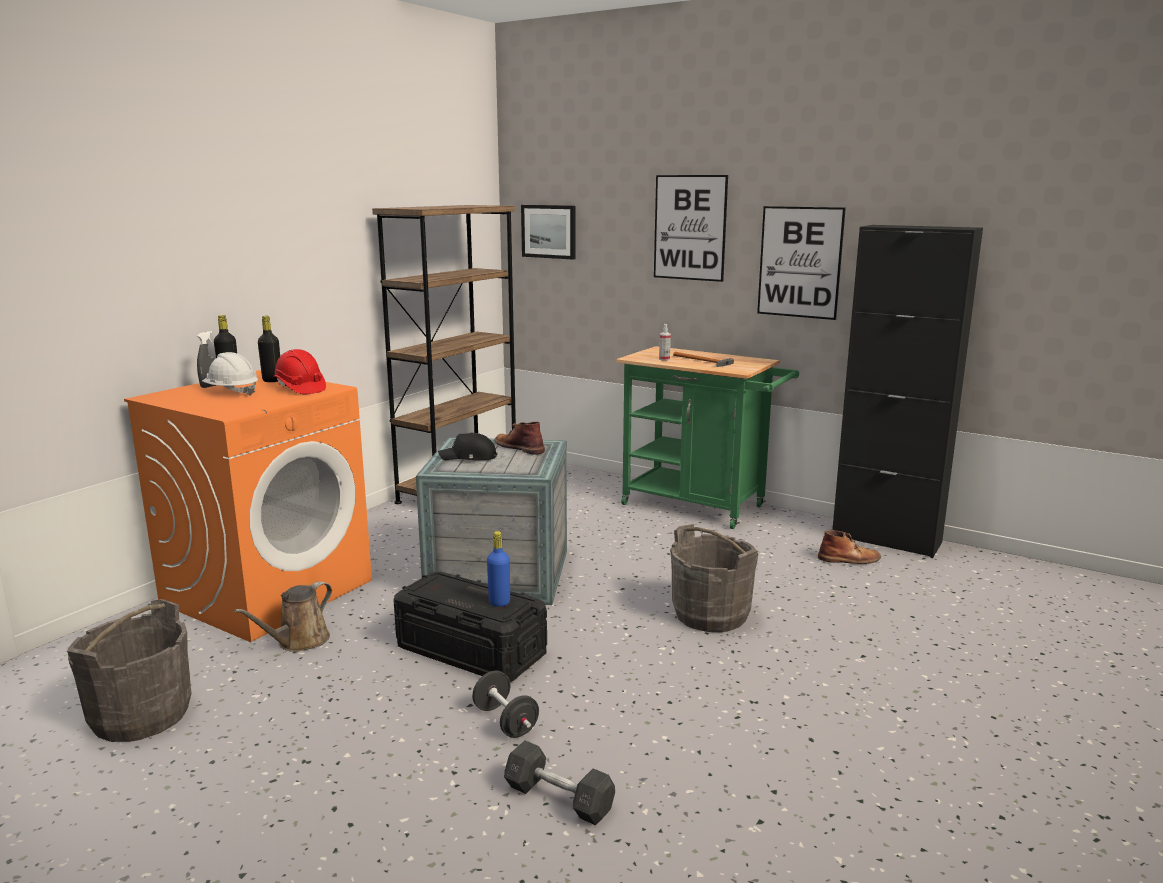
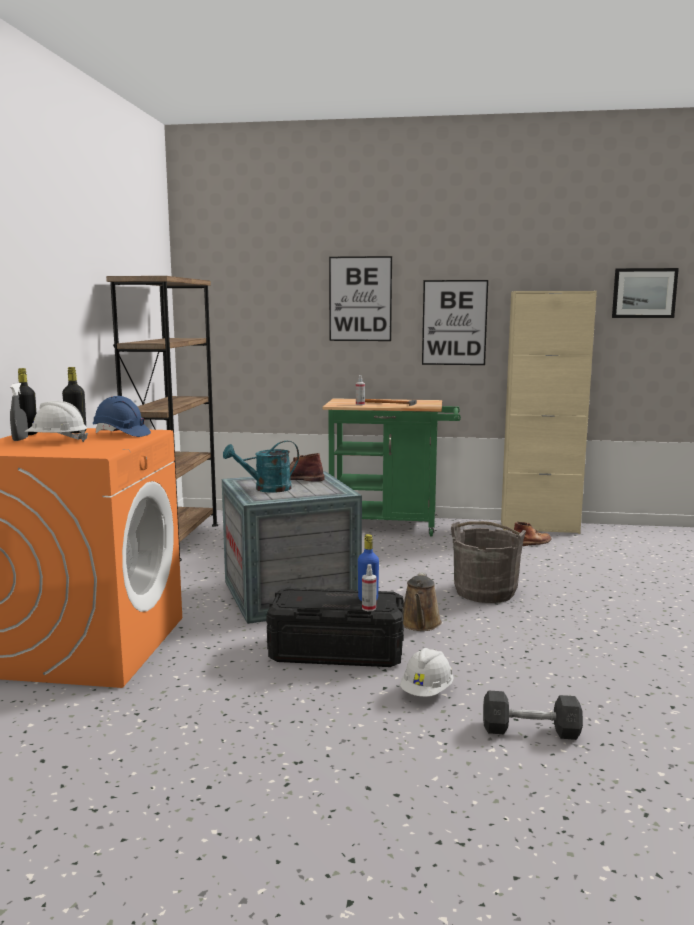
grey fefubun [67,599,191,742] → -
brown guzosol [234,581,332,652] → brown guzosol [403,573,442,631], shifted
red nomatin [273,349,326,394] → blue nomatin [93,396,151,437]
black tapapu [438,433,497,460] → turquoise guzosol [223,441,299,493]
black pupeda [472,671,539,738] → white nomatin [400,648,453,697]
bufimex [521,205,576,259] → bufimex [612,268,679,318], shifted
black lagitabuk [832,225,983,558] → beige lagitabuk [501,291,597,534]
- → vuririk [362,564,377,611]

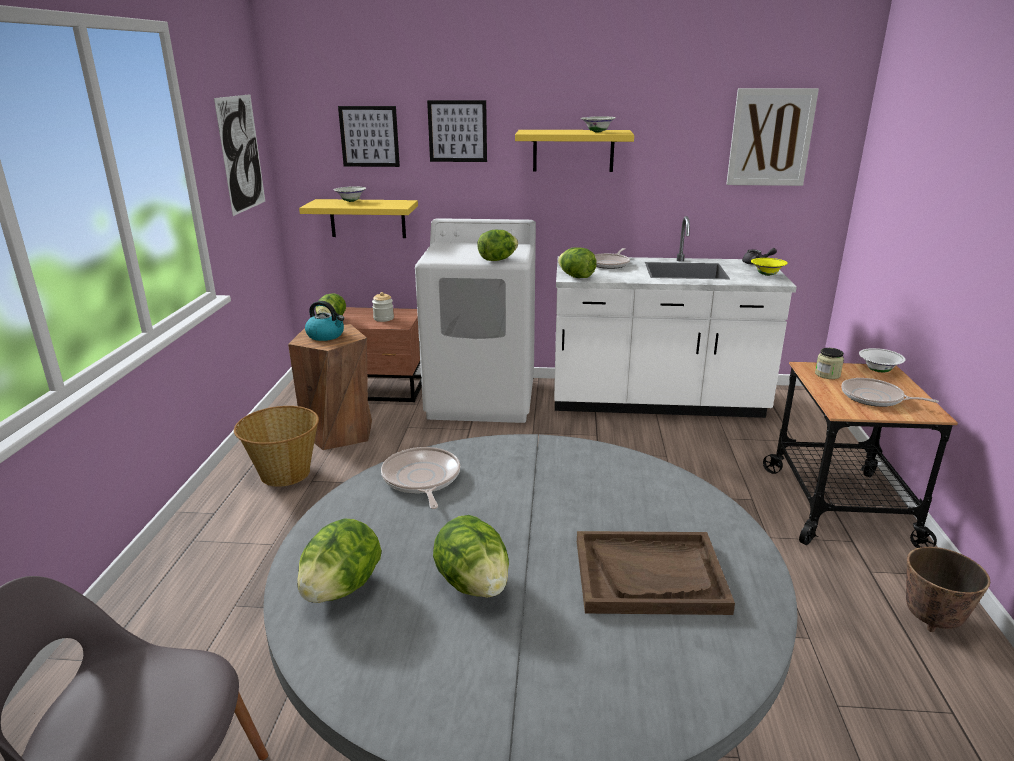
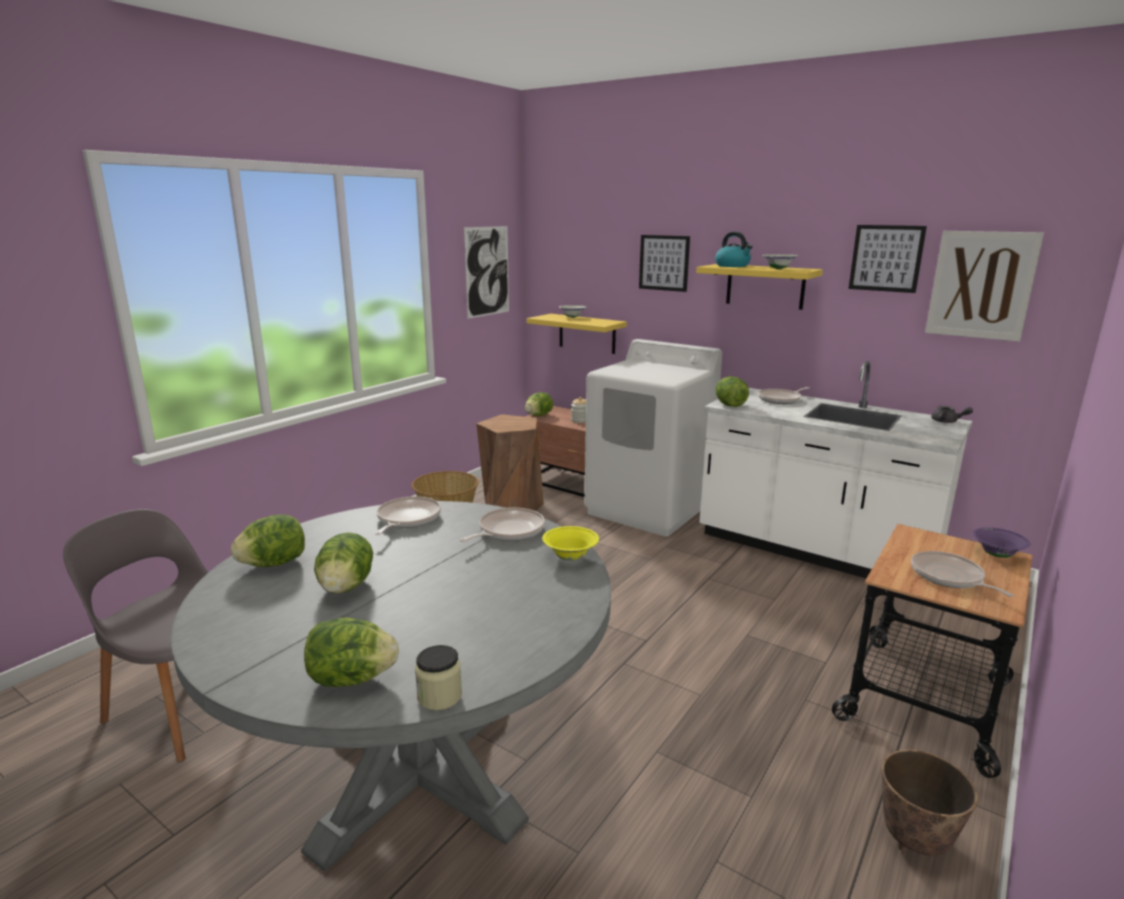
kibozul [305,301,344,341] → kibozul [715,232,753,267], shifted
bufimex [338,106,400,167] → bufimex [848,225,927,293], shifted
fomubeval [477,230,518,261] → fomubeval [304,617,399,687], shifted
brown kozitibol [577,531,735,615] → -
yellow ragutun [751,258,788,276] → yellow ragutun [542,526,599,560], shifted
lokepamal [815,348,844,379] → lokepamal [415,645,462,710], shifted
white ragutun [859,348,906,372] → purple ragutun [973,527,1031,558]
- → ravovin [460,507,545,542]

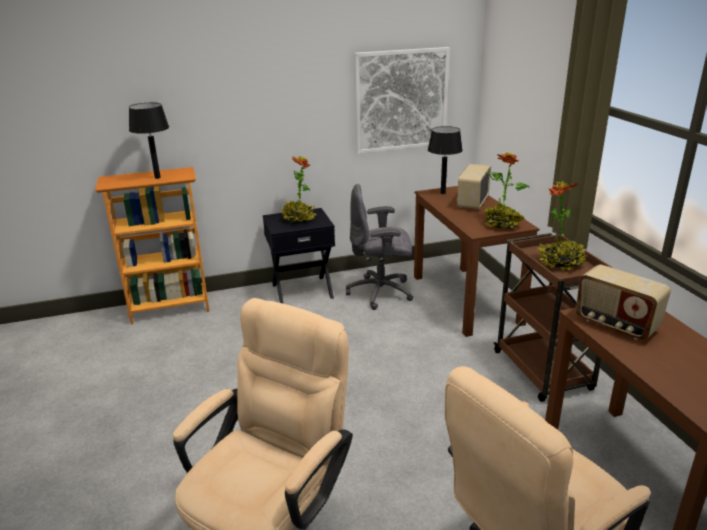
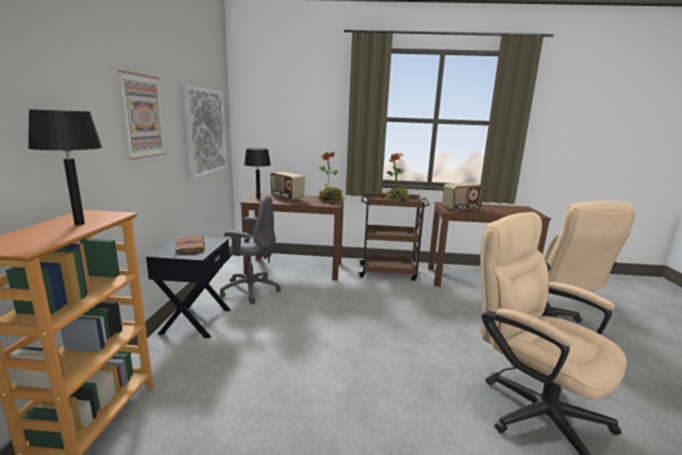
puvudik [281,156,317,223] → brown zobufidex [175,236,205,254]
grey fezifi [346,184,413,310] → grey fezifi [220,195,281,304], 105 degrees counterclockwise
- → bufimex [118,70,166,159]

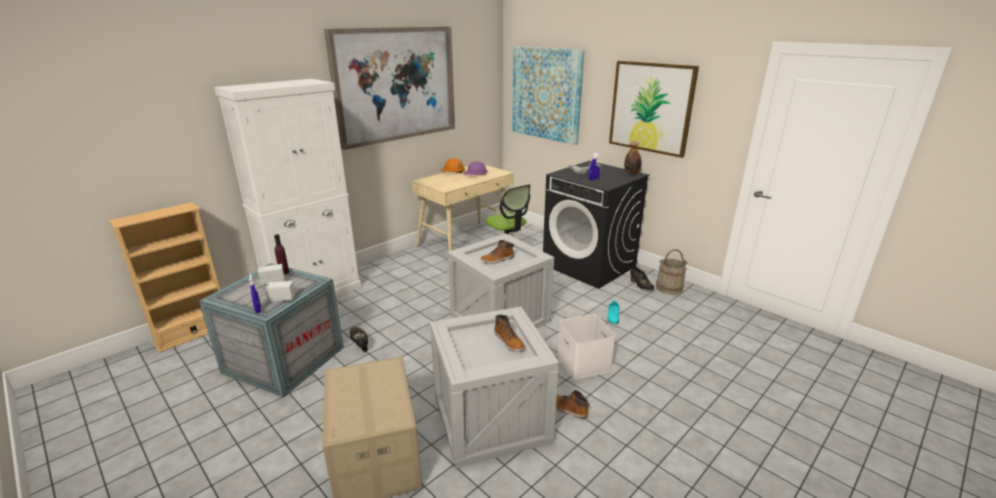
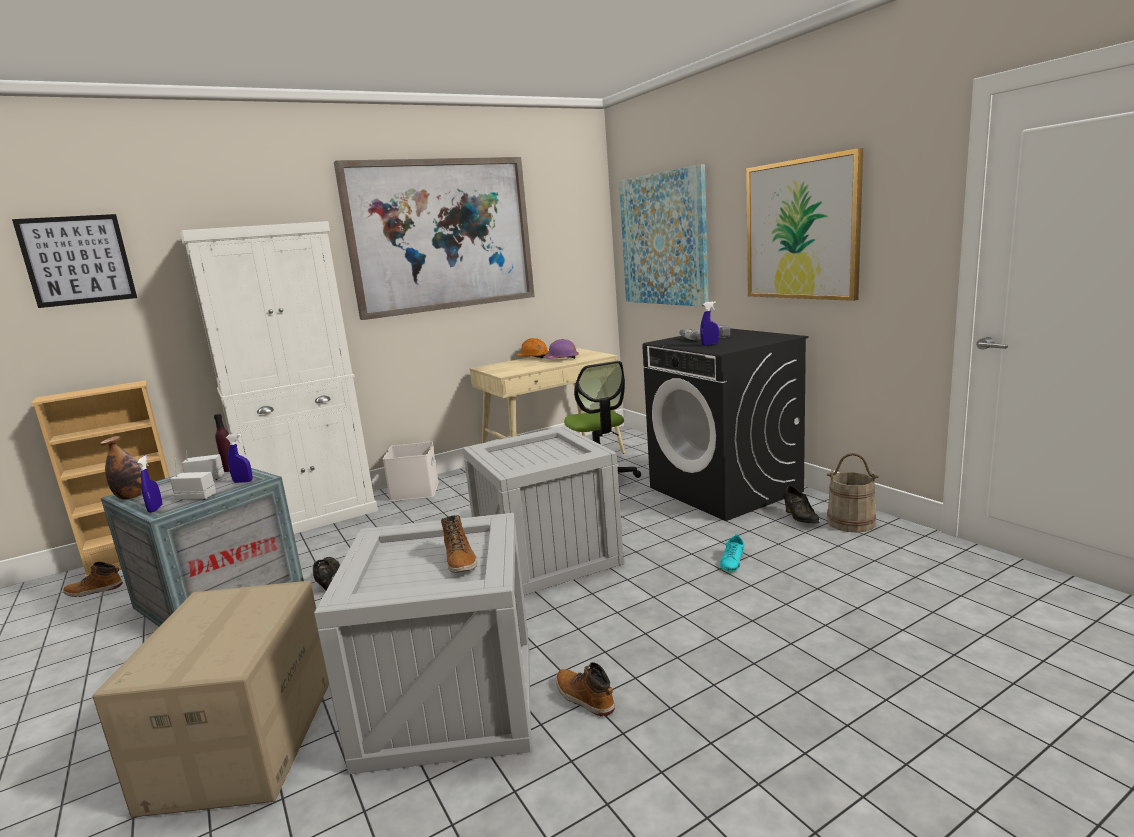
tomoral [481,240,514,264] → tomoral [63,562,123,597], shifted
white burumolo [557,314,616,380] → white burumolo [383,442,439,501], shifted
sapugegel [624,141,641,175] → sapugegel [100,436,142,500], shifted
- → bufimex [12,214,137,308]
- → blue vuririk [226,434,252,483]

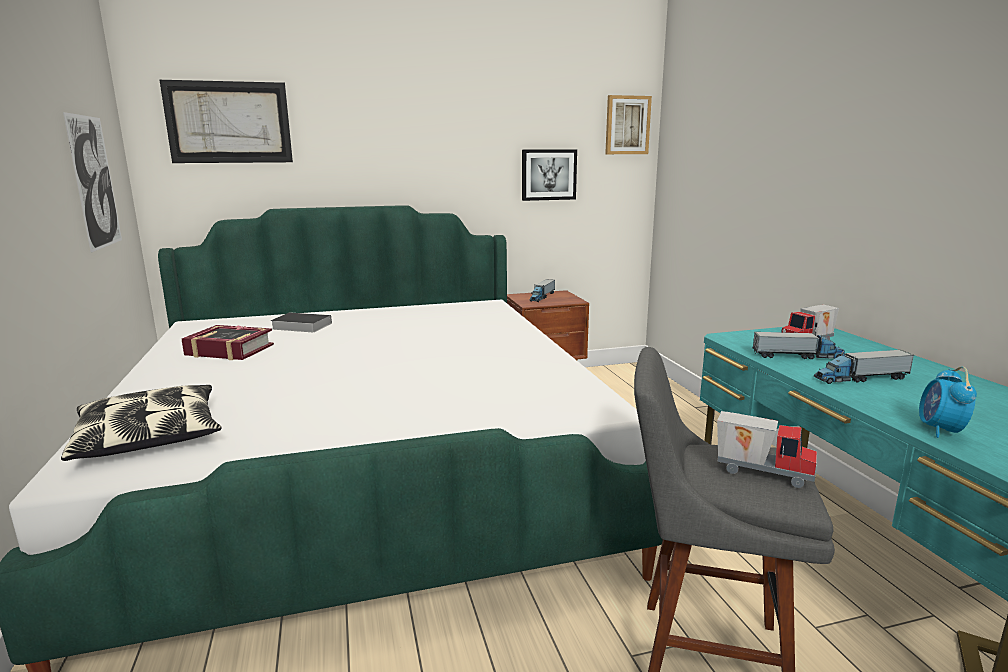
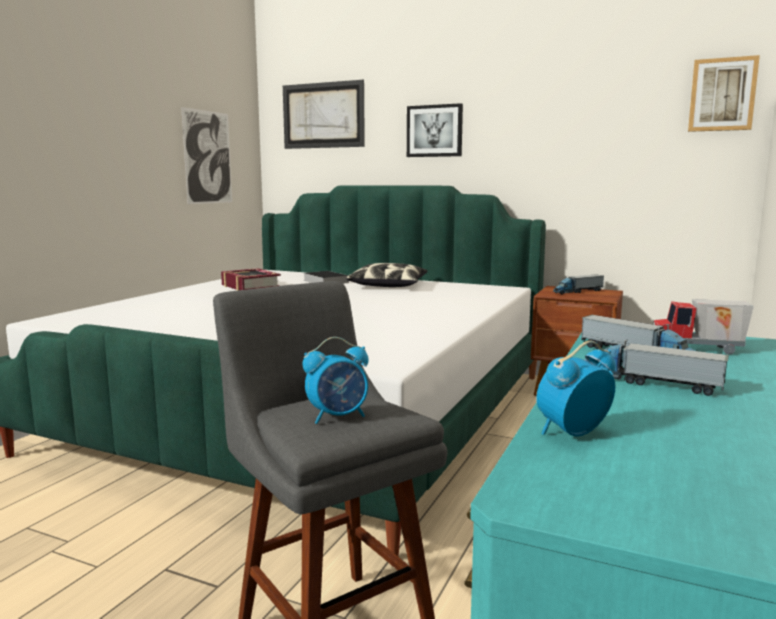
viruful [61,385,222,461] → viruful [346,263,427,287], shifted
bufimex [522,149,577,201] → bufimex [407,103,463,157], shifted
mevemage [717,411,817,488] → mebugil [303,337,369,424]

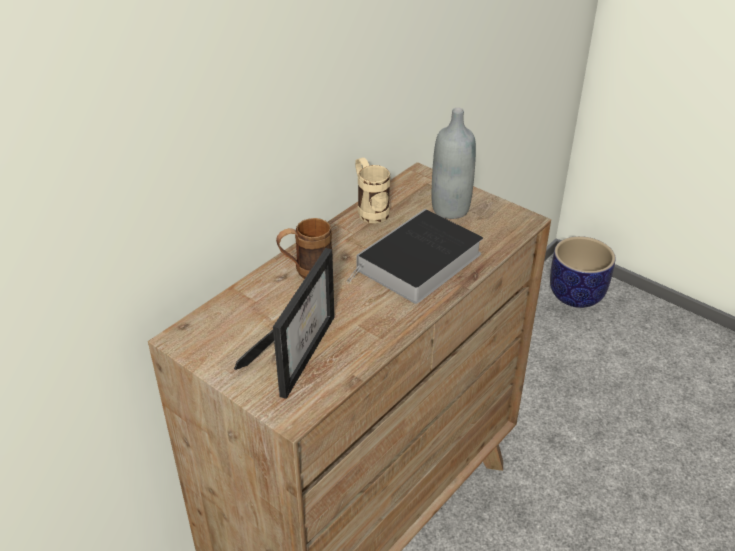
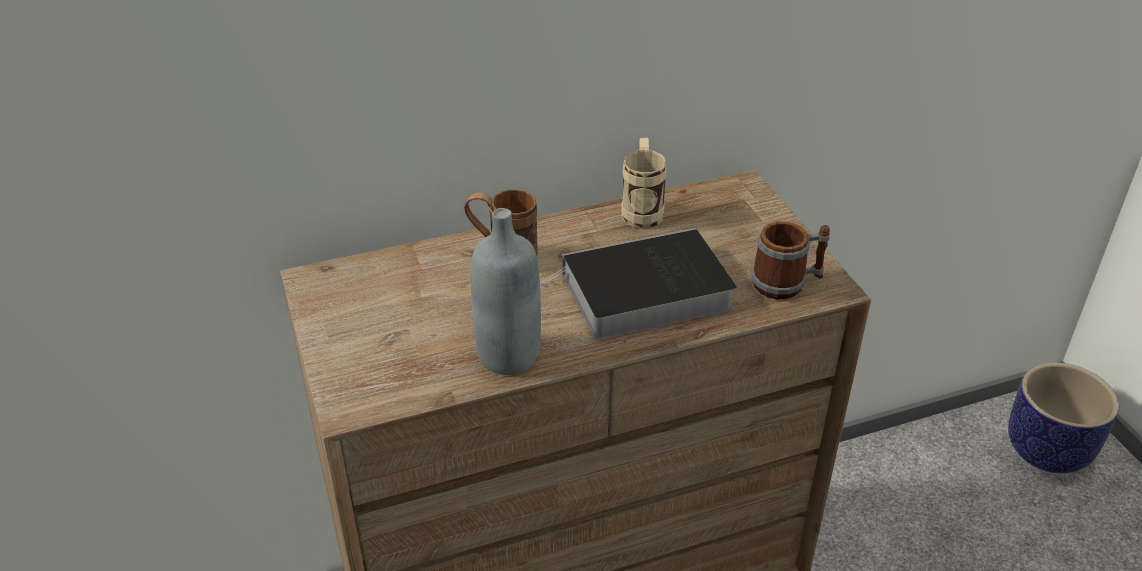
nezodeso [234,248,335,399] → -
grey sapugegel [432,108,476,219] → grey sapugegel [471,208,541,375], shifted
- → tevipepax [751,221,830,299]

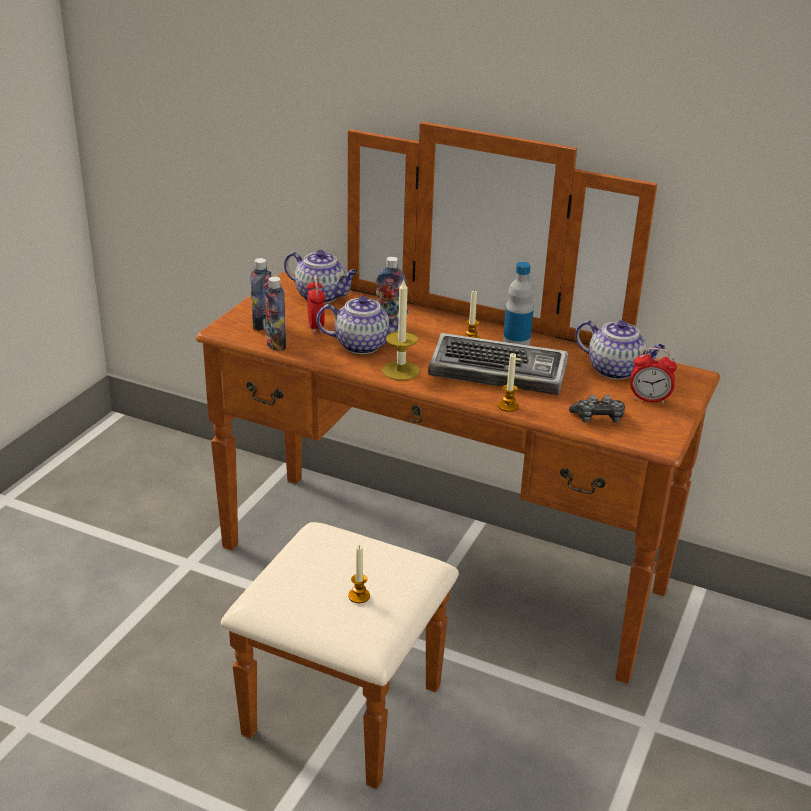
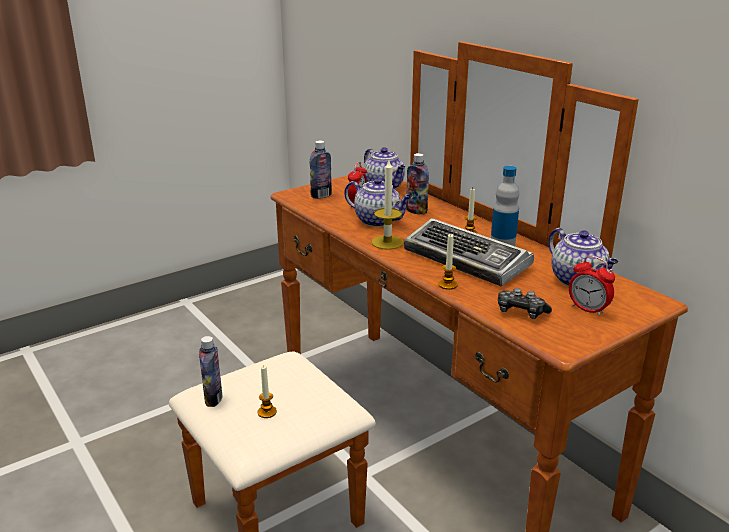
sapugegel [265,276,286,351] → sapugegel [199,336,223,407], shifted

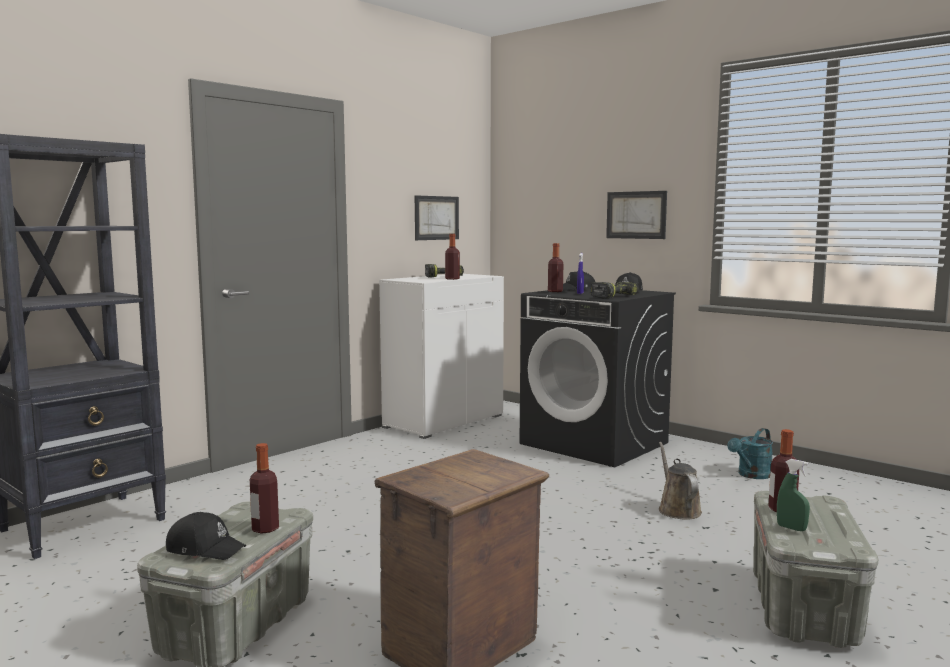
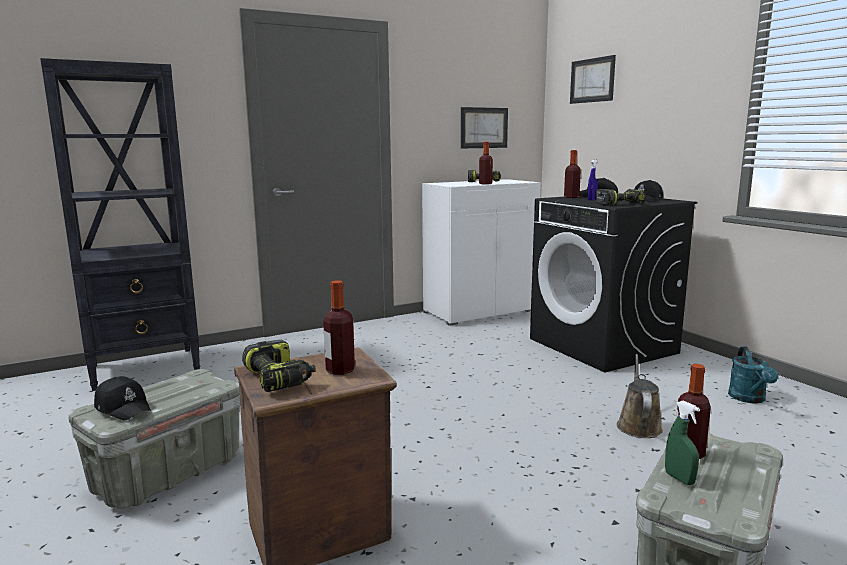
sapugegel [250,443,279,534] → sapugegel [323,280,355,375], shifted
bufimex [606,191,667,239] → bufimex [570,55,616,104], shifted
turquoise guzosol [727,428,773,479] → turquoise guzosol [728,347,779,404], 60 degrees counterclockwise
- → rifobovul [242,340,316,392]

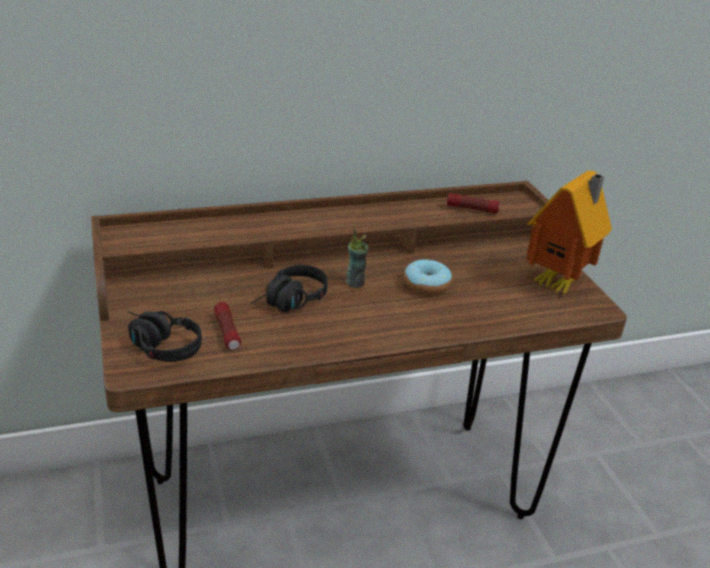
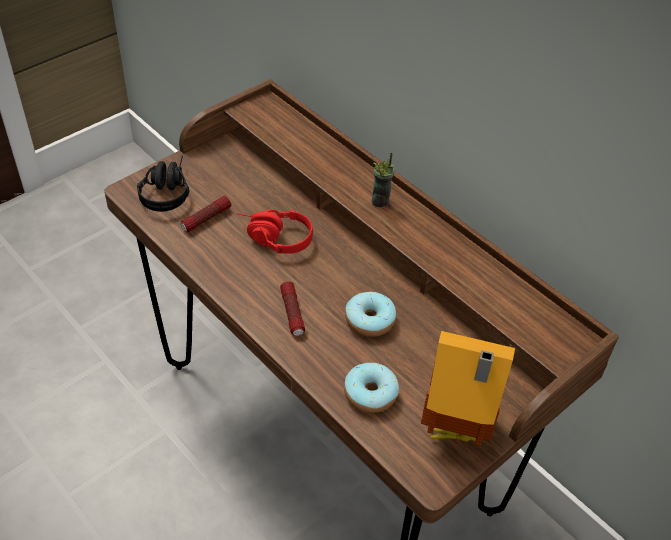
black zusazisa [251,265,328,312] → red zusazisa [237,209,313,254]
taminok [346,228,369,288] → taminok [371,152,395,207], shifted
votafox [447,193,500,213] → votafox [280,282,305,336], shifted
- → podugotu [344,363,399,413]

